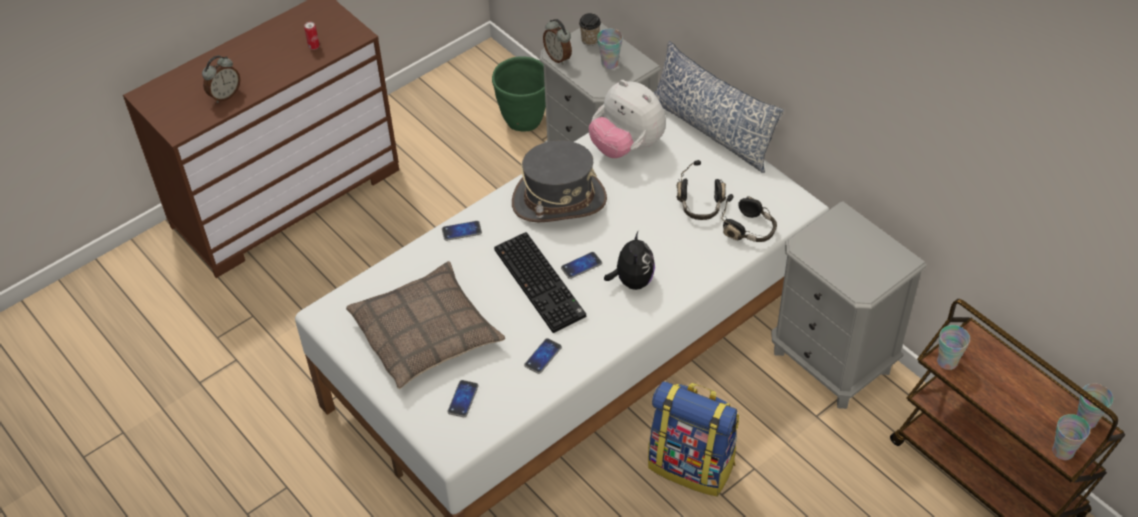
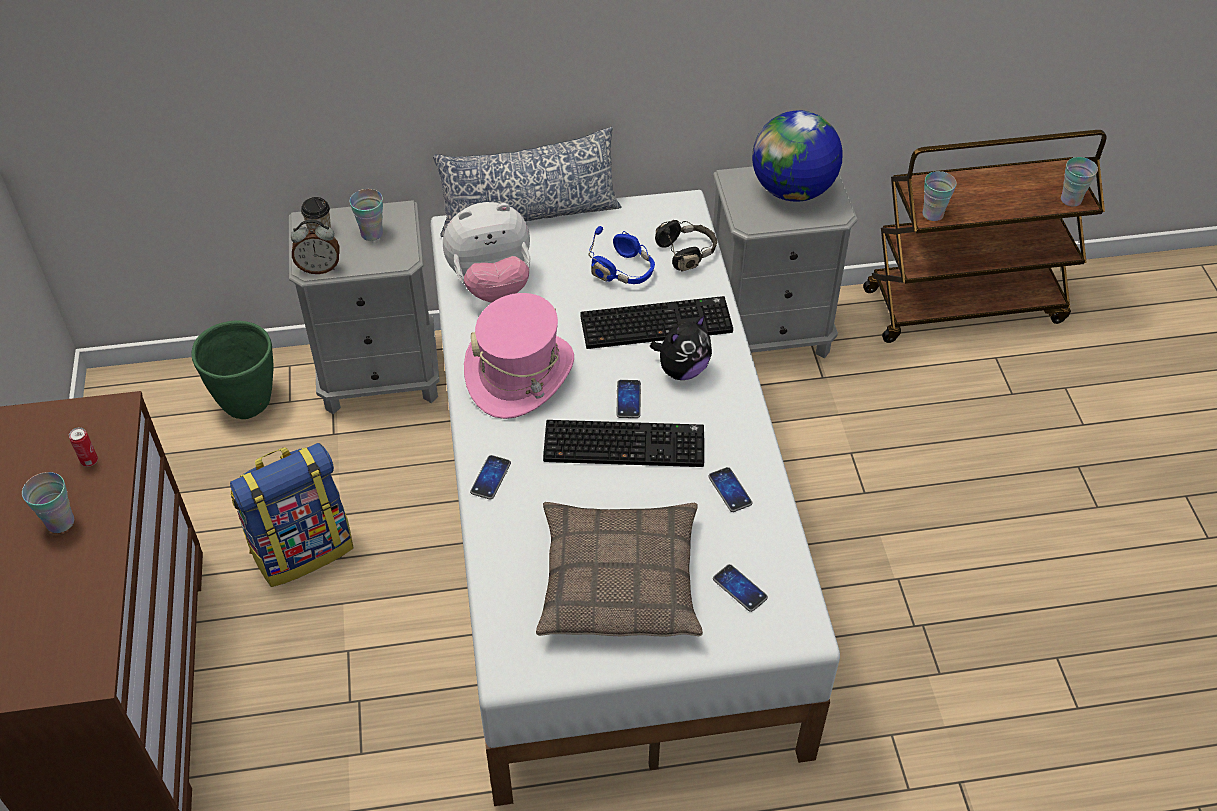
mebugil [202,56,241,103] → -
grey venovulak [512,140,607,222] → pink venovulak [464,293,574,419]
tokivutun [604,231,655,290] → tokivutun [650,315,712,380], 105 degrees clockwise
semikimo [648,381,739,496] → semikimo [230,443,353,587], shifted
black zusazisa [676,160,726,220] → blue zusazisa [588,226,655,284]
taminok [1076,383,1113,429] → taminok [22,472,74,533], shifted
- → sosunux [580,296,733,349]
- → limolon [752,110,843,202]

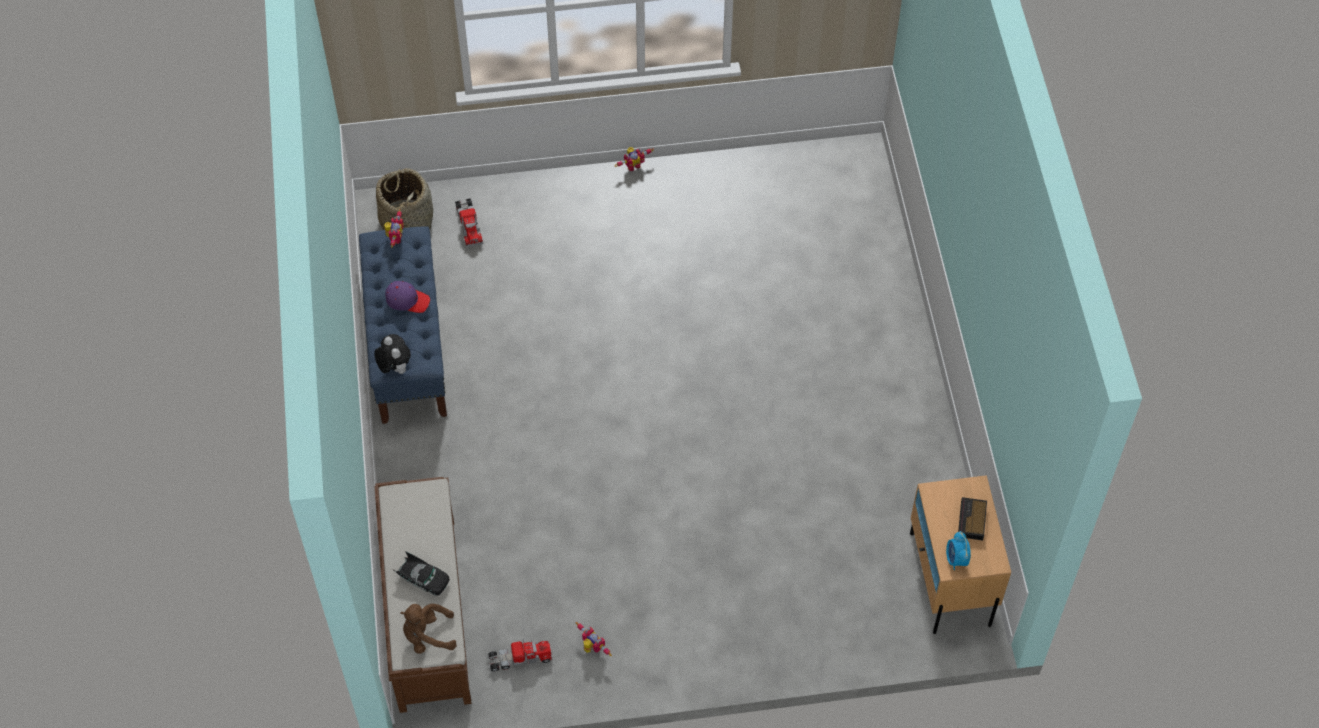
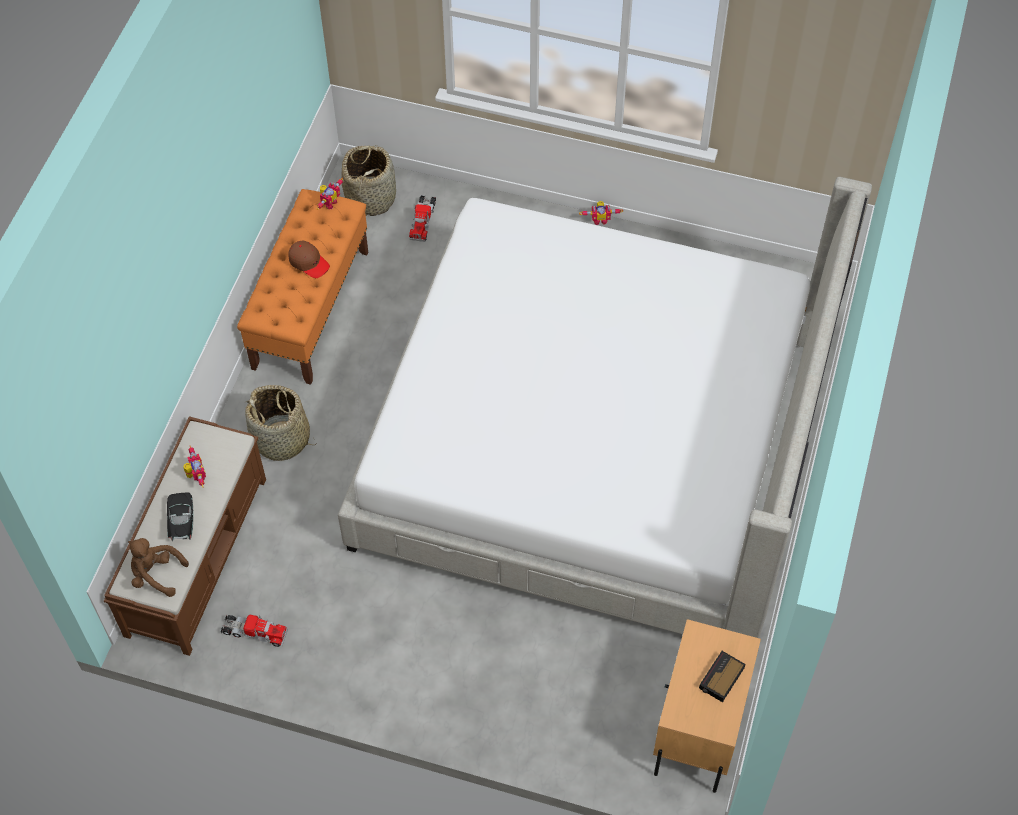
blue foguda [359,226,447,424] → orange foguda [237,189,368,385]
tokivutun [374,334,411,374] → -
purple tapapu [385,281,430,313] → brown tapapu [288,240,330,278]
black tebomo [394,551,449,596] → black tebomo [167,492,194,542], 150 degrees counterclockwise
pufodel [576,622,611,656] → pufodel [183,446,206,488], shifted
mebugil [946,531,971,570] → -
- → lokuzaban [243,385,316,461]
- → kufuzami [338,176,872,638]

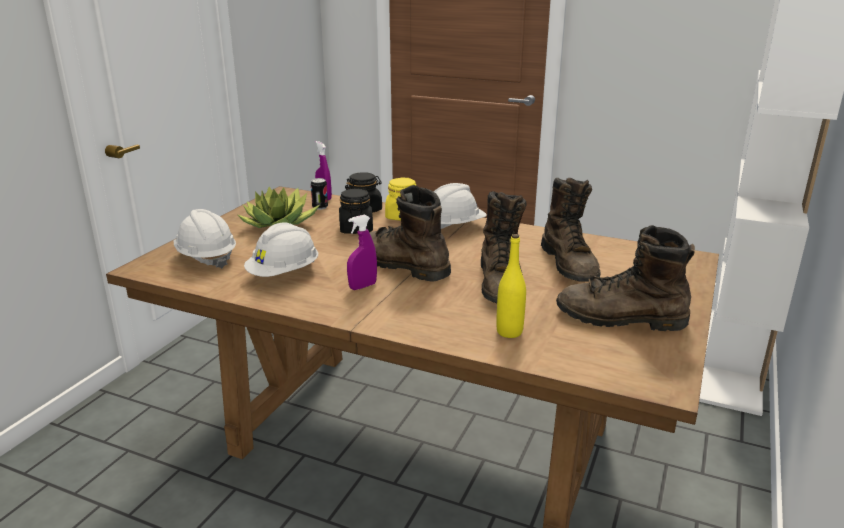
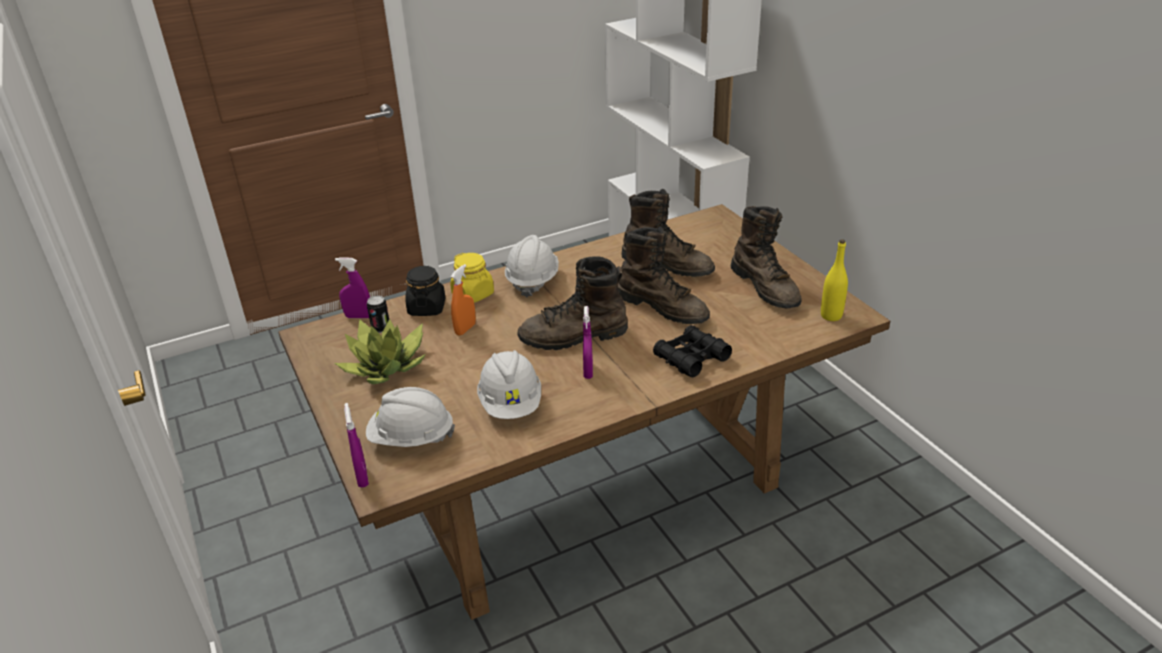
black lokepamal [339,189,373,234] → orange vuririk [451,264,476,336]
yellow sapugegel [496,234,526,338] → yellow sapugegel [821,239,848,321], shifted
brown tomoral [556,225,695,331] → brown tomoral [731,206,801,309], 75 degrees counterclockwise
- → purple vuririk [344,403,369,488]
- → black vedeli [653,325,732,377]

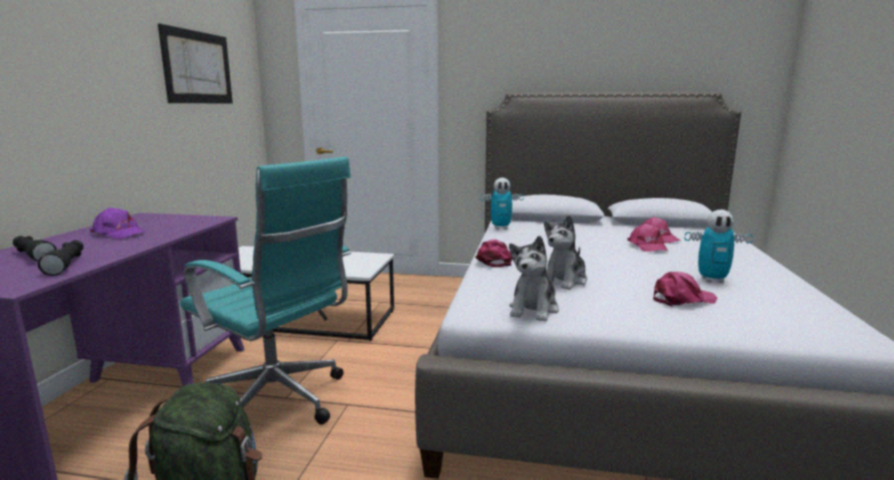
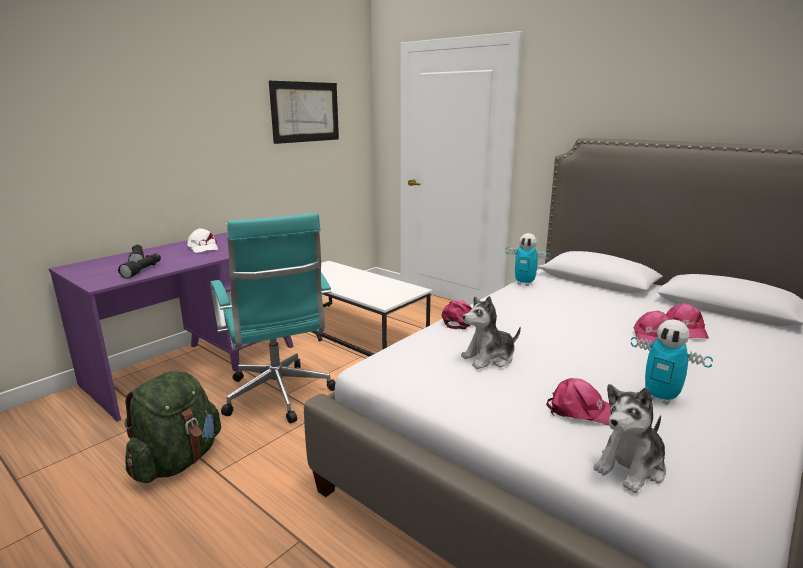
purple tapapu [89,208,146,239] → white tapapu [187,228,218,253]
tokivutun [509,236,559,321] → tokivutun [593,384,666,493], shifted

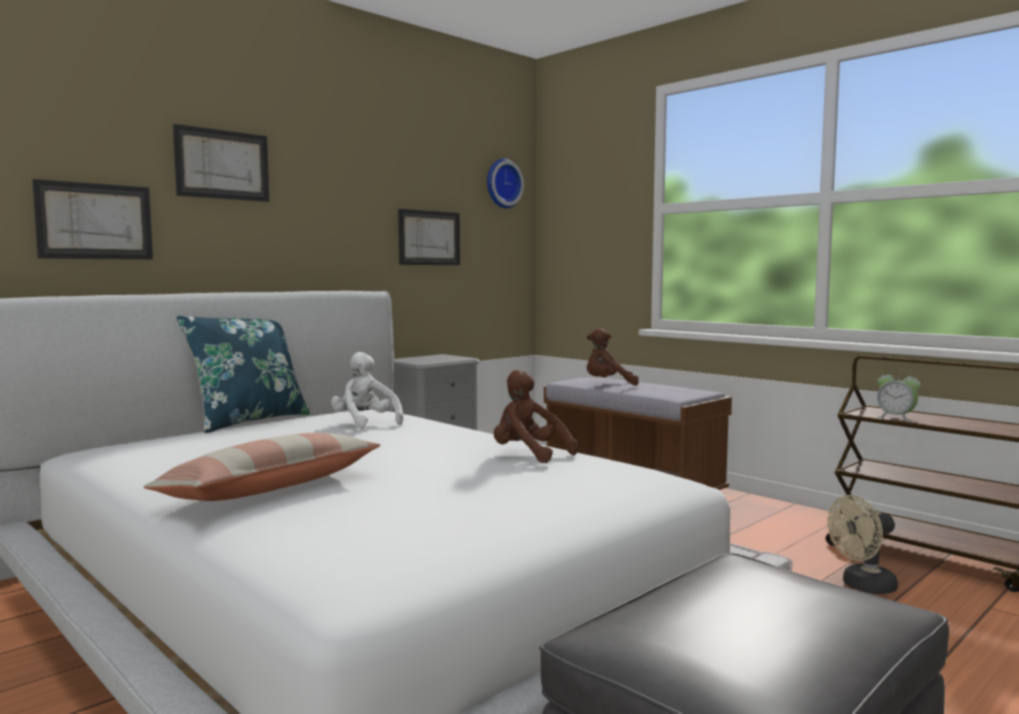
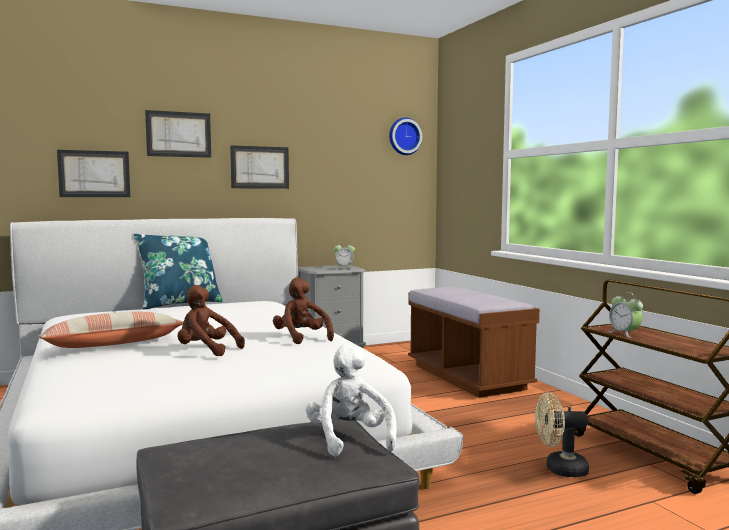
white tokivutun [331,352,403,428] → white tokivutun [306,344,397,457], shifted
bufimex [398,209,460,265] → bufimex [230,145,289,189], shifted
brown tokivutun [587,328,639,385] → brown tokivutun [178,285,245,356], shifted
- → mebugil [333,245,355,269]

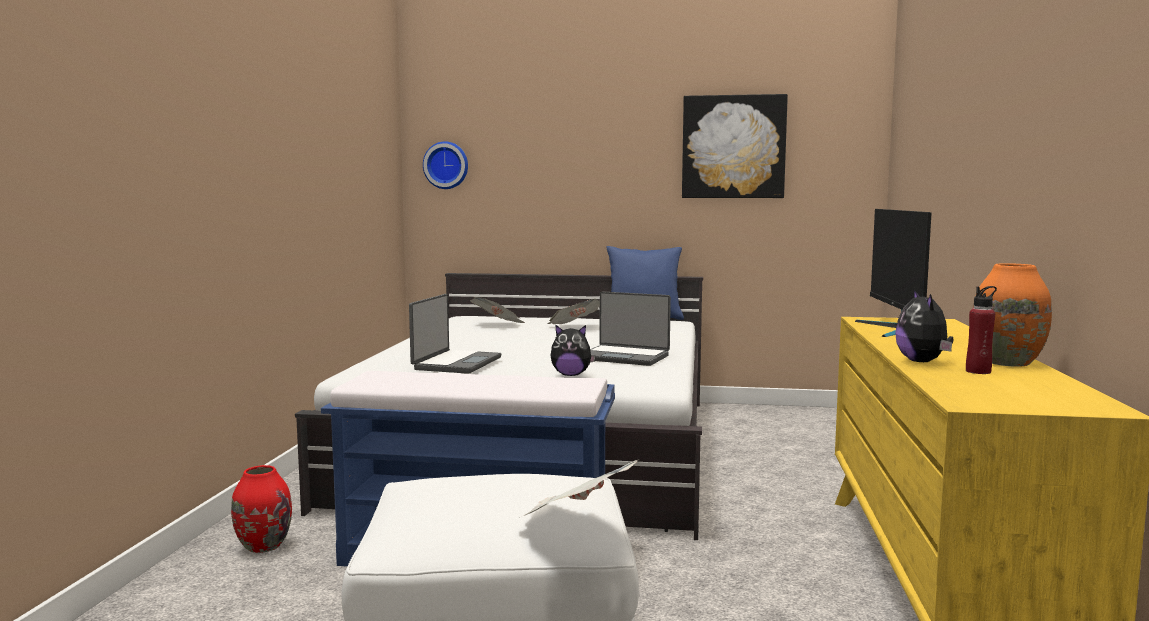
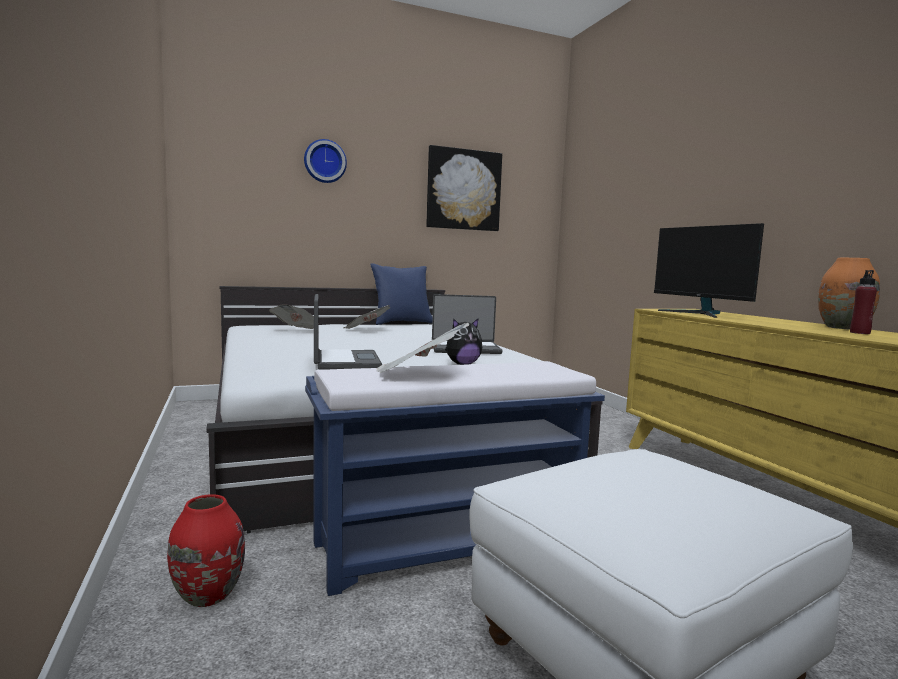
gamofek [423,141,468,189] → gamofek [304,139,347,183], shifted
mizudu [523,459,639,516] → mizudu [377,323,469,374], shifted
tokivutun [895,290,954,362] → -

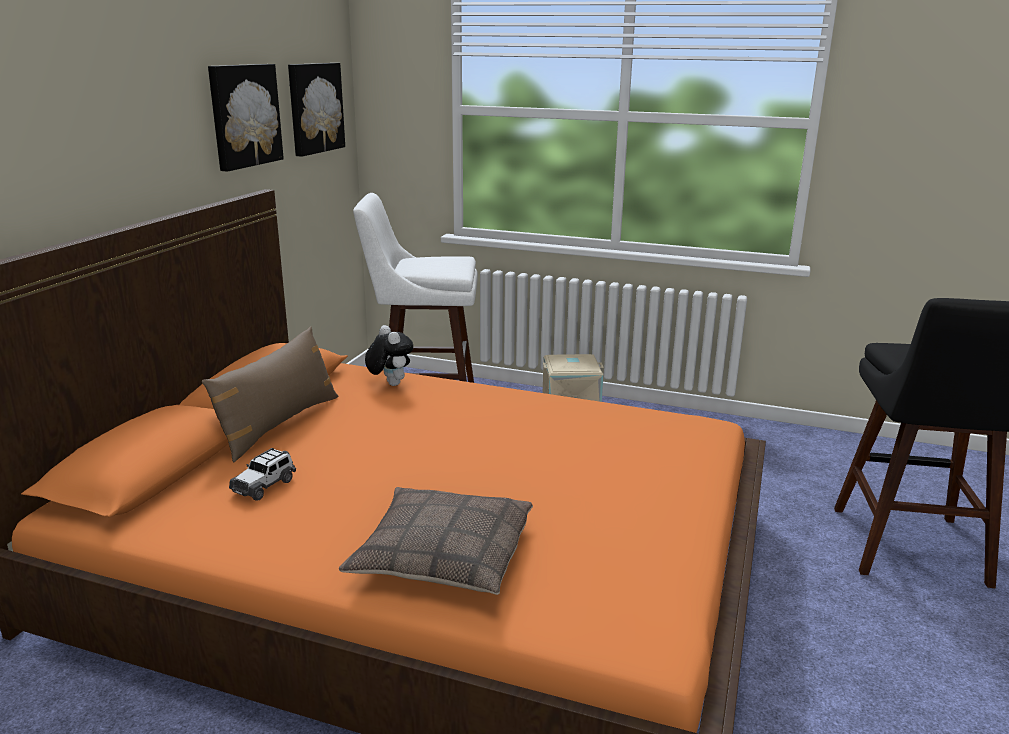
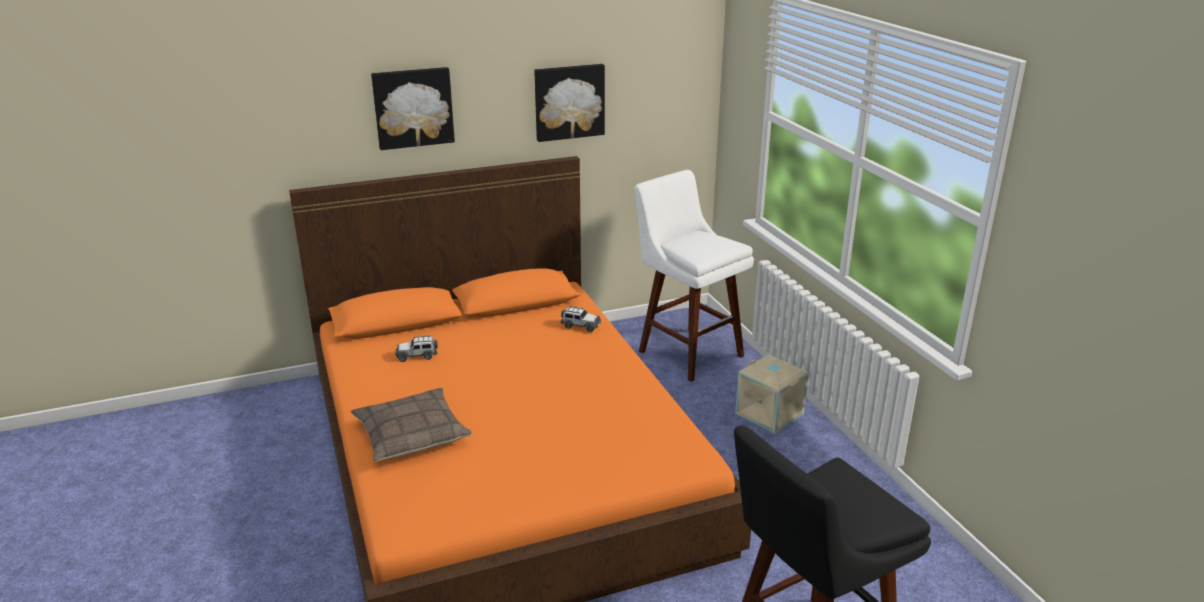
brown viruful [202,326,338,462] → -
bufimex [288,63,345,157] → bufimex [371,67,455,150], shifted
tokivutun [365,325,413,386] → tebomo [561,306,601,332]

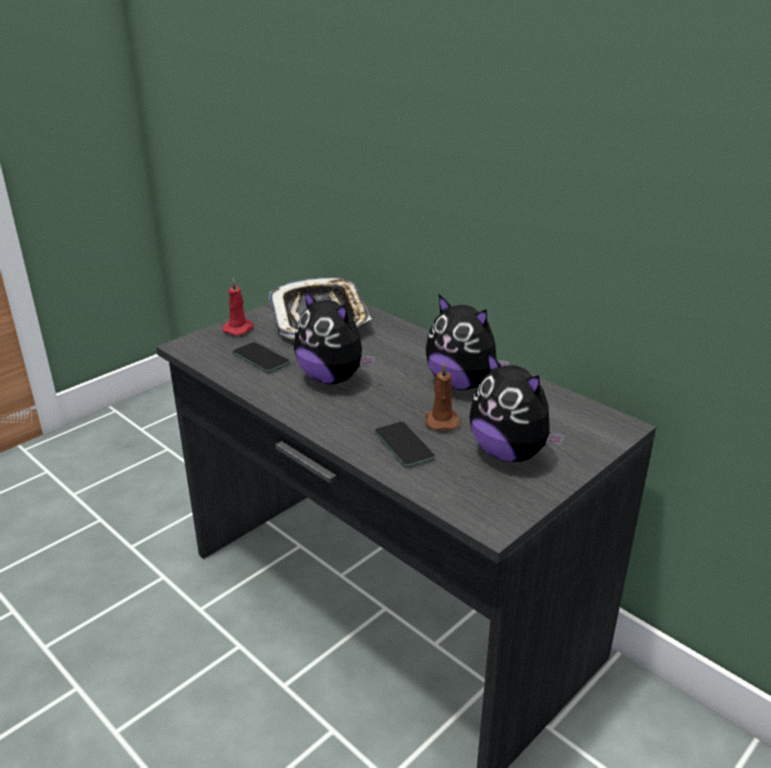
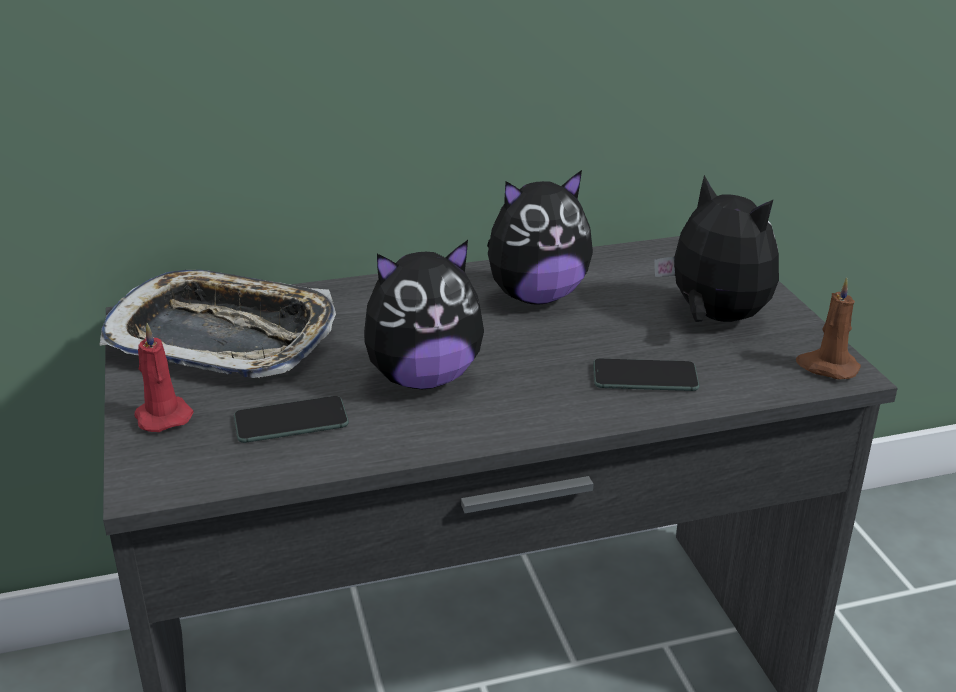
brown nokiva [425,362,460,430] → brown nokiva [796,277,861,379], shifted
tokivutun [469,351,565,462] → tokivutun [654,175,779,322], 120 degrees counterclockwise

